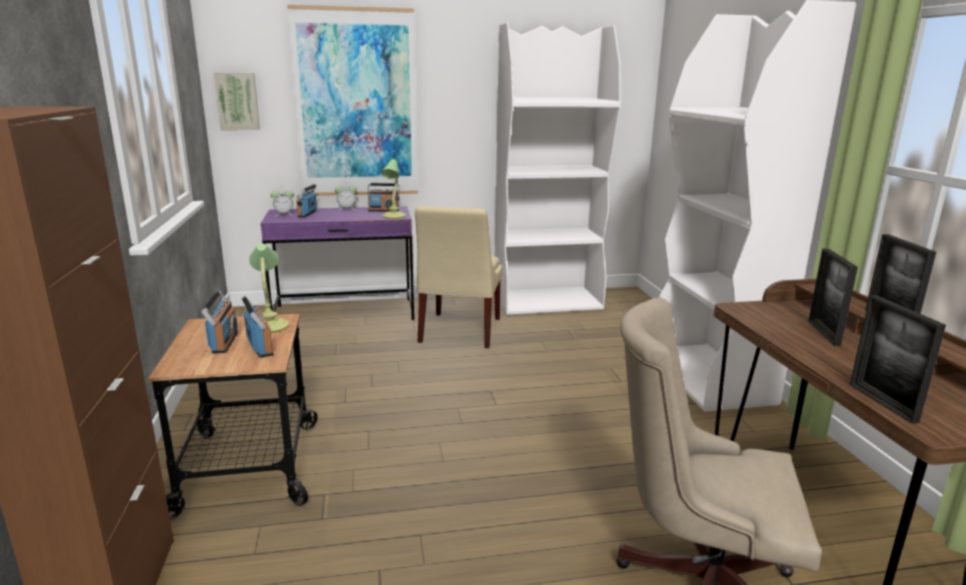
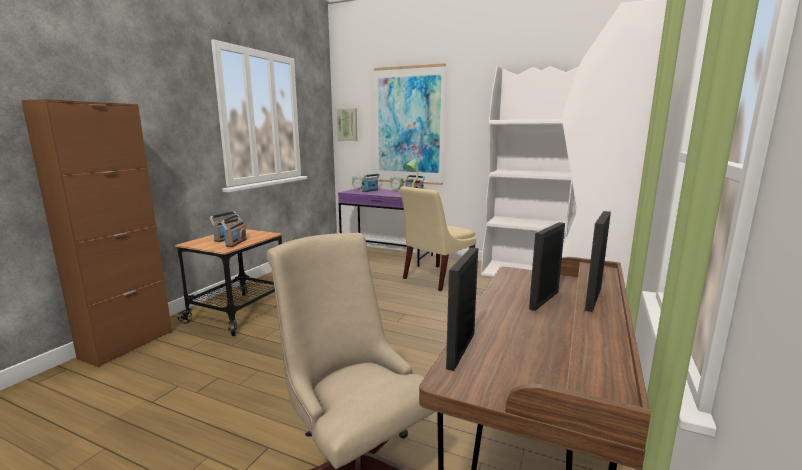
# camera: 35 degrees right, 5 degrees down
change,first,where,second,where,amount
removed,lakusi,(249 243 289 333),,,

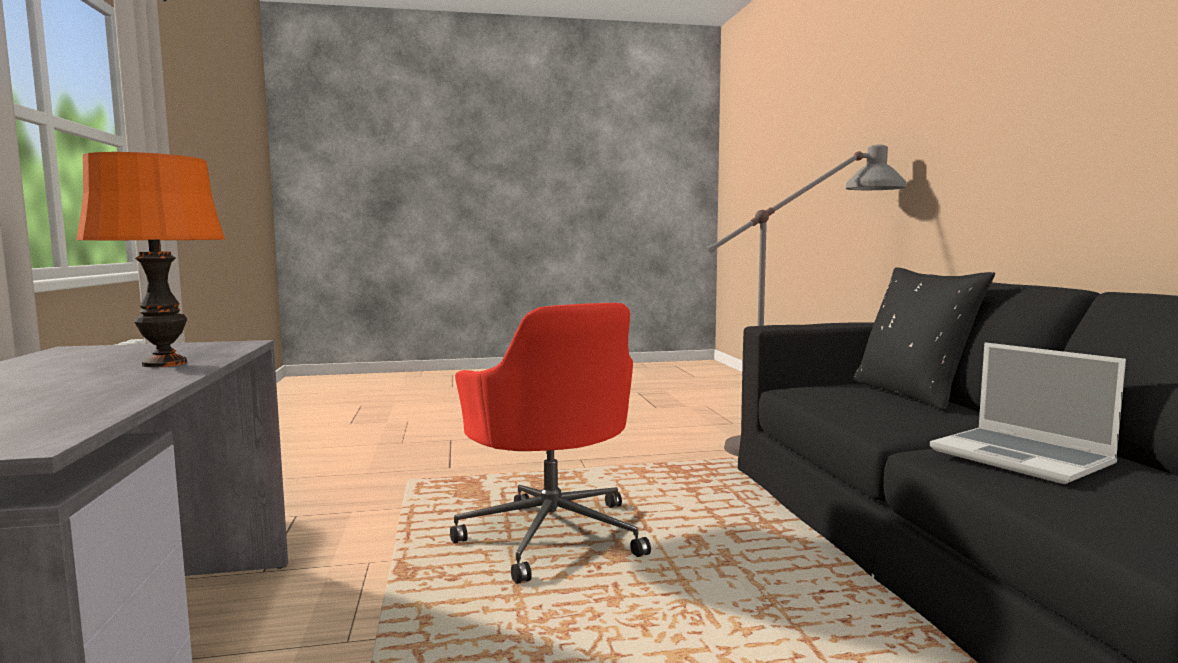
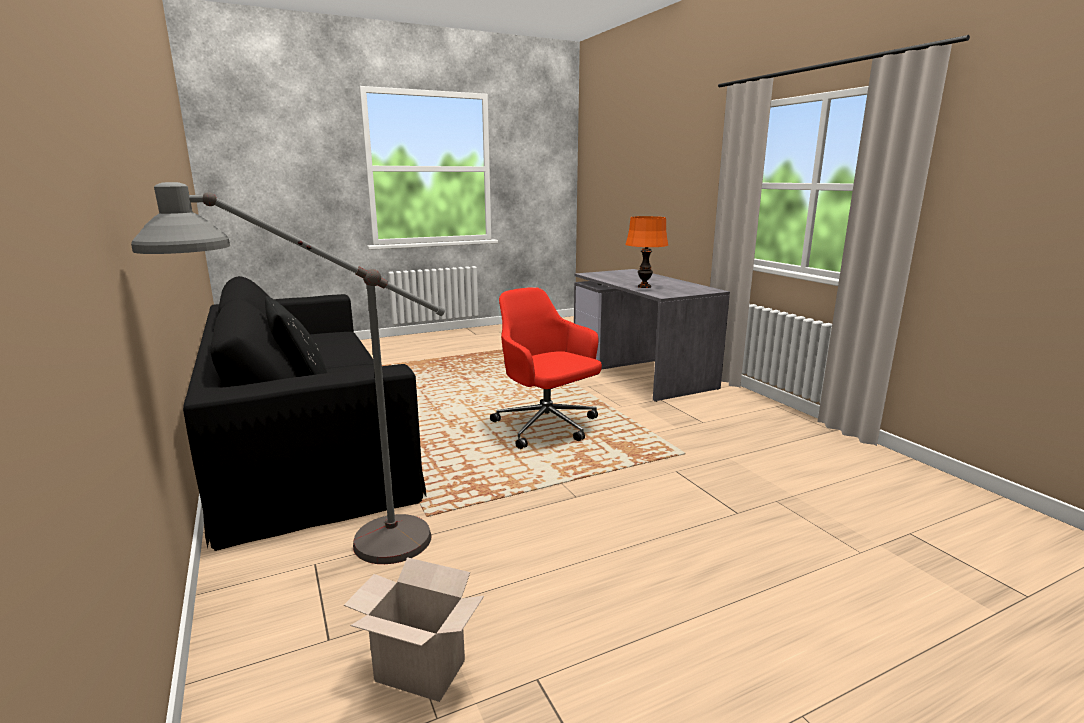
# camera: 165 degrees right, 10 degrees up
change,first,where,second,where,amount
removed,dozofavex,(930 342 1126 484),,,
added,,,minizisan,(344 557 484 702),

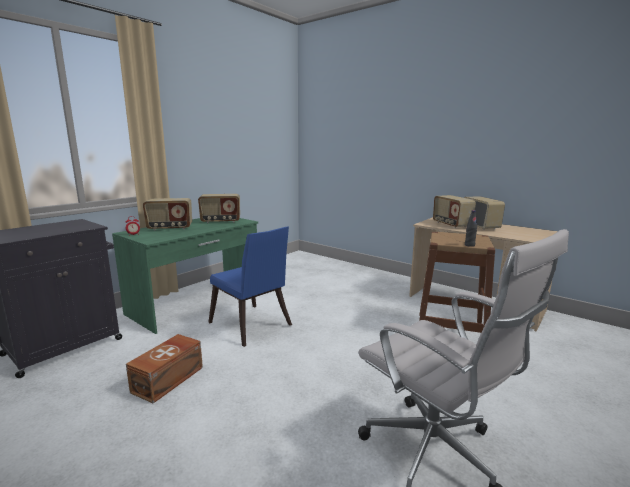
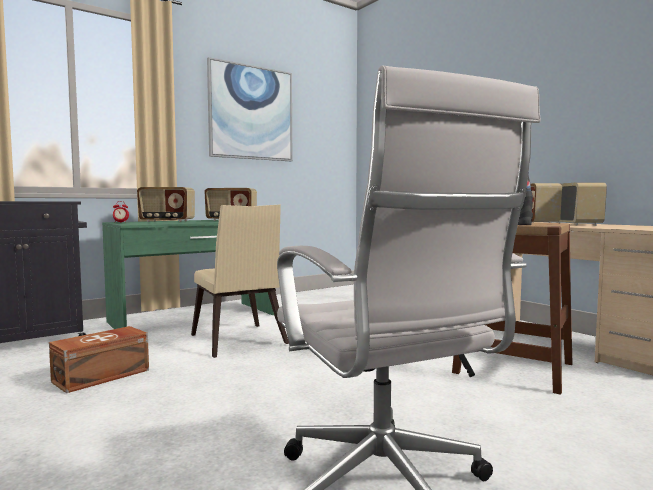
# camera: 15 degrees right, 10 degrees down
change,first,where,second,where,amount
recoloured,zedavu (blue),(208 227 292 347),zedavu (beige),(191 205 289 358),
added,,,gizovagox,(207 57 292 161),

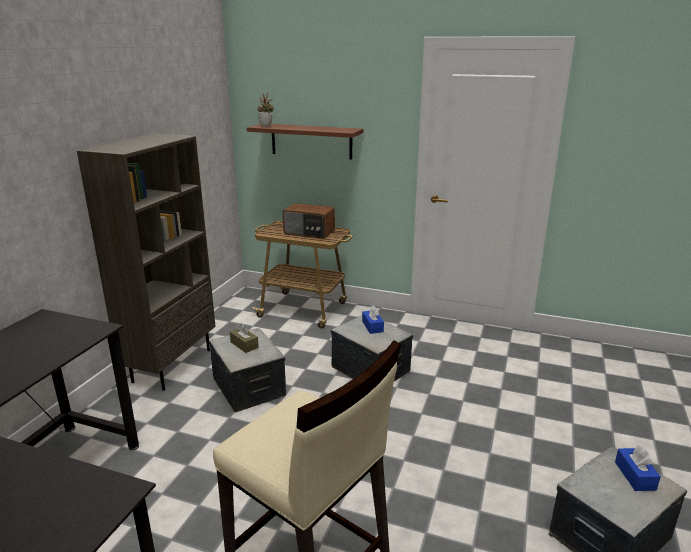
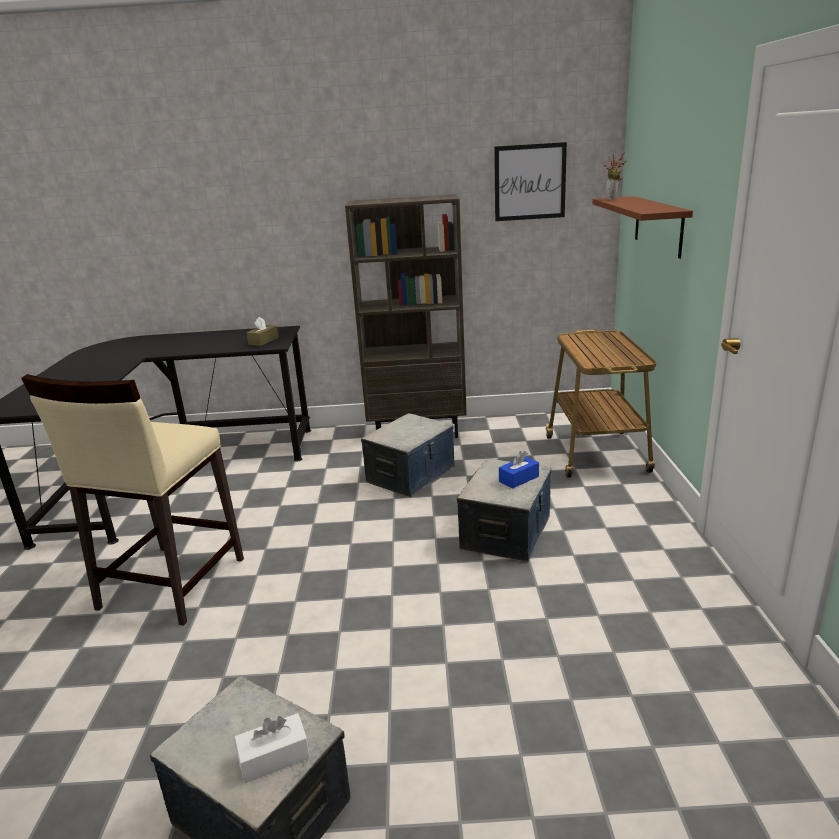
# camera: 70 degrees right, 0 degrees up
change,first,where,second,where,amount
removed,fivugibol,(283 203 335 239),,,
moved,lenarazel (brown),(230 324 259 353),,(246 317 279 346),
recoloured,lenarazel (blue),(615 445 661 491),lenarazel (white),(234 713 310 784),
added,,,gizovagox,(494 142 567 221),

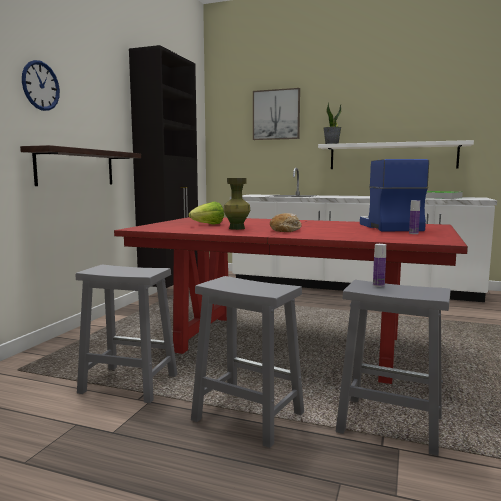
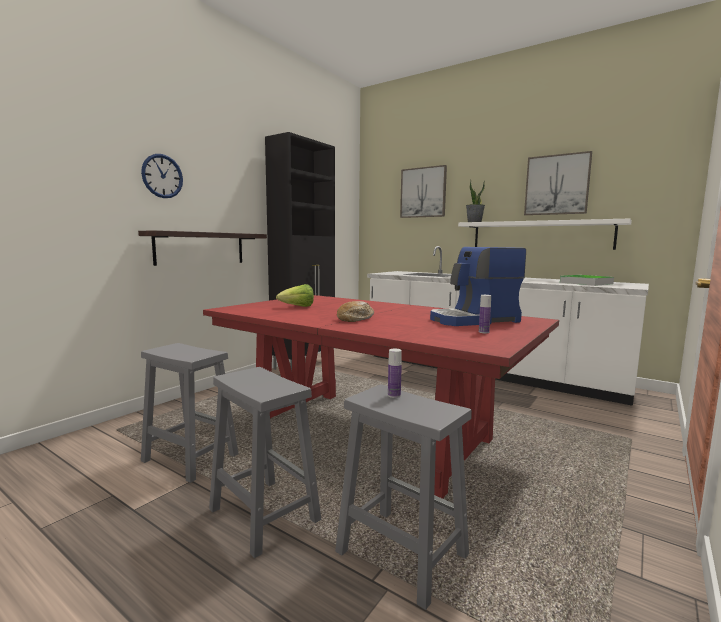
# camera: 15 degrees right, 0 degrees up
change,first,where,second,where,amount
turned,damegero,(360 159 429 231),,(430 247 526 326),120 degrees counterclockwise
removed,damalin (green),(223 178 250 230),,,
added,,,gizovagox,(524 151 592 215),

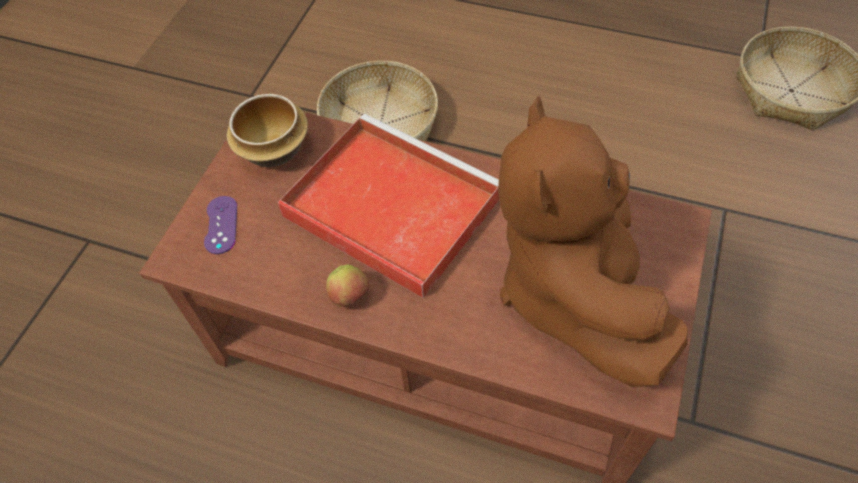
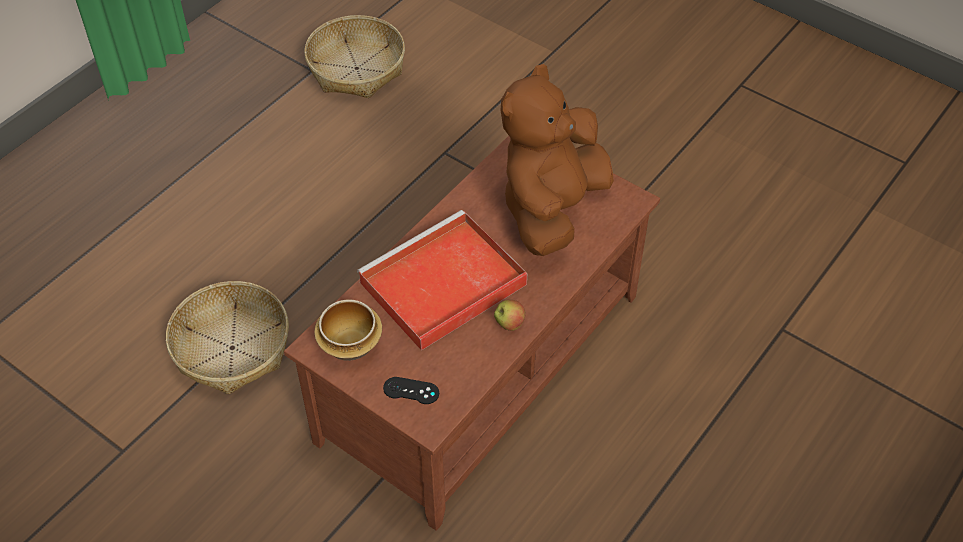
# camera: 75 degrees left, 5 degrees down
change,first,where,second,where,amount
turned,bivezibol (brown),(498 96 688 387),,(501 64 614 256),105 degrees clockwise
recoloured,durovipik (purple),(204 196 237 254),durovipik (black),(383 377 439 404),

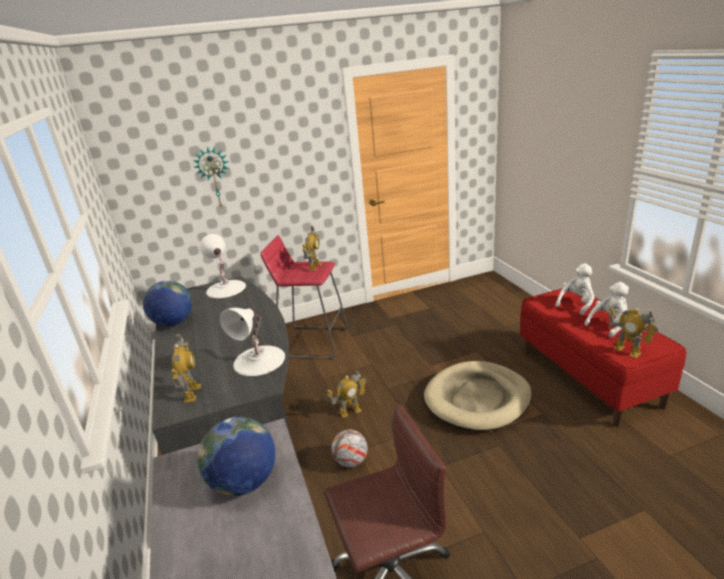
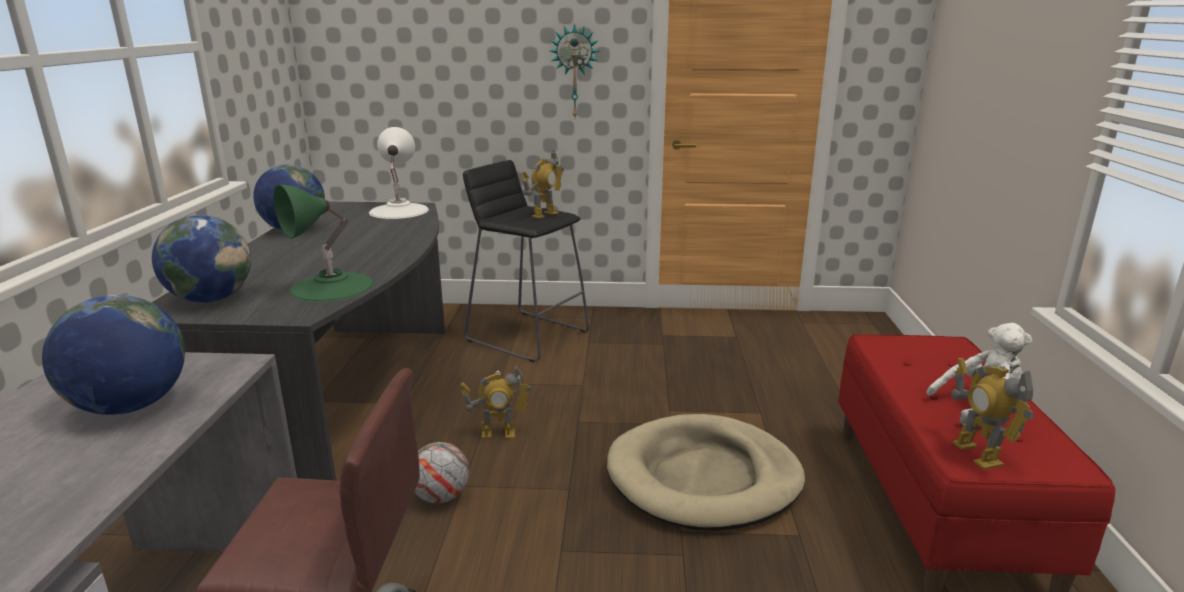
# camera: 20 degrees right, 5 degrees down
change,first,where,second,where,amount
moved,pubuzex,(193 146 229 209),,(550 23 600 117),
recoloured,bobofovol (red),(260 235 348 359),bobofovol (black),(463 160 589 362),
removed,bivezibol (white),(556 263 594 315),,,
recoloured,lakusi (white),(220 308 285 376),lakusi (green),(274 184 374 302),
replaced,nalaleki,(171 333 201 403),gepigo,(152 215 251 303),

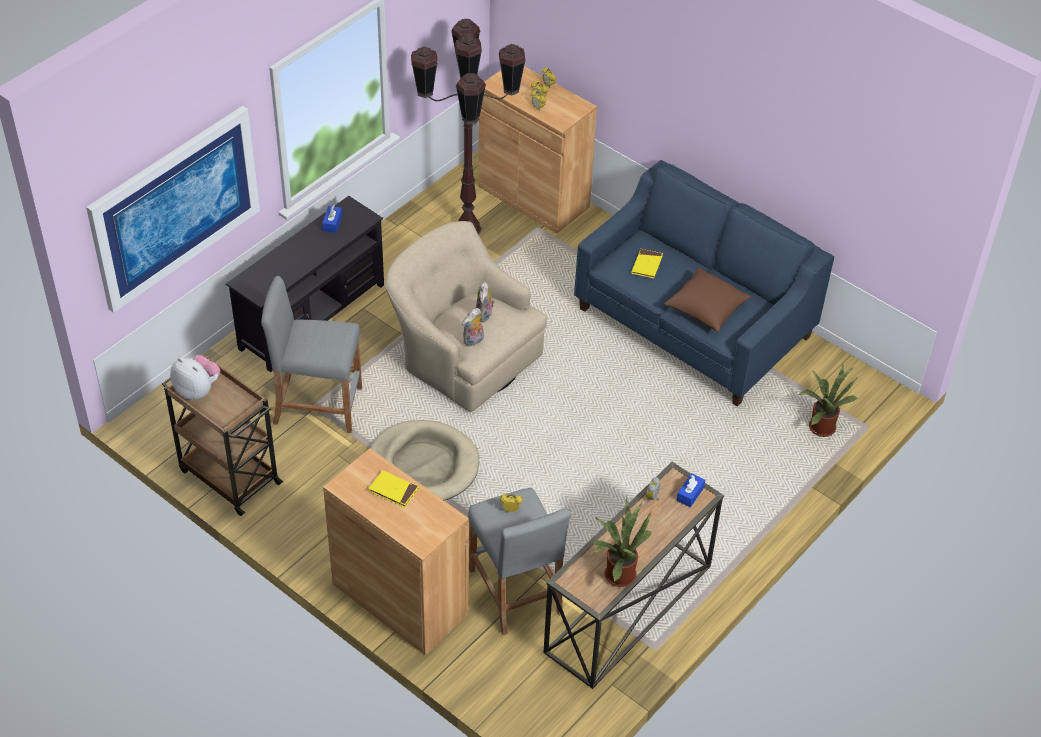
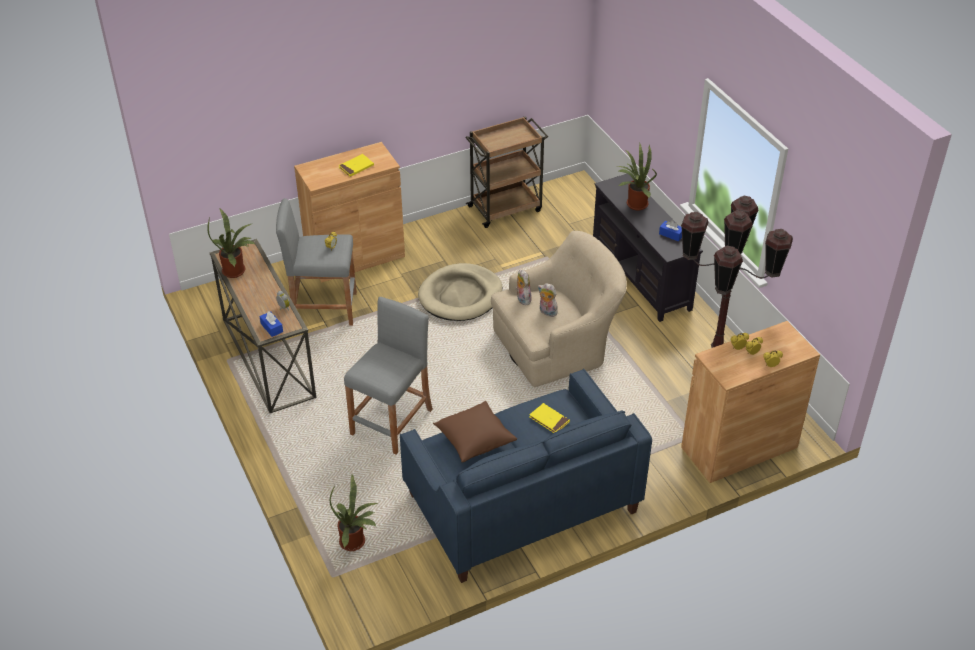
# camera: 115 degrees right, 5 degrees down
change,first,where,second,where,amount
removed,gizovagox,(86 106 260 313),,,
moved,bobofovol (grey),(261 276 362 433),,(344 297 433 454),
removed,bivezibol,(170 355 220 400),,,
added,,,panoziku,(618 143 657 210),

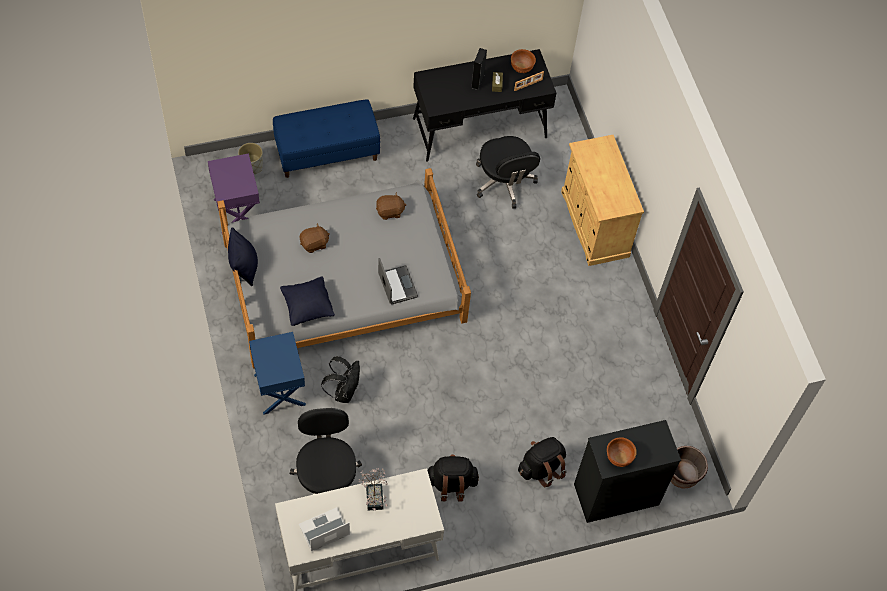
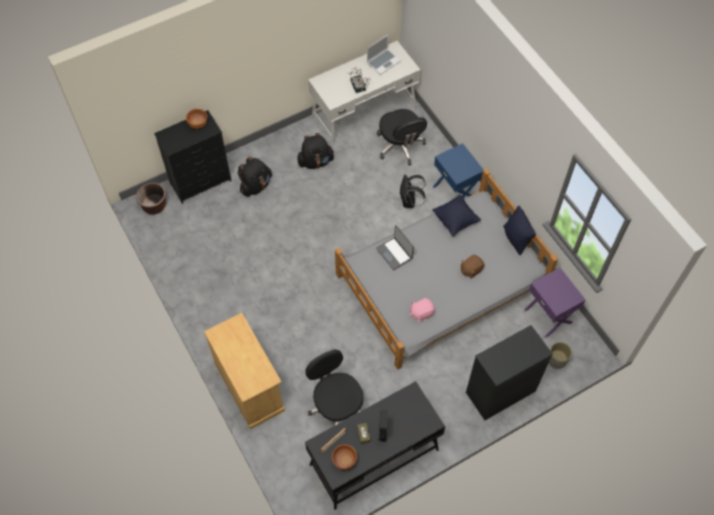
# camera: 170 degrees right, 0 degrees up
change,first,where,second,where,amount
replaced,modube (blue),(273 99 380 178),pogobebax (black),(466 325 553 420),
recoloured,bivezibol (brown),(376 192 406 220),bivezibol (pink),(410 298 435 322),

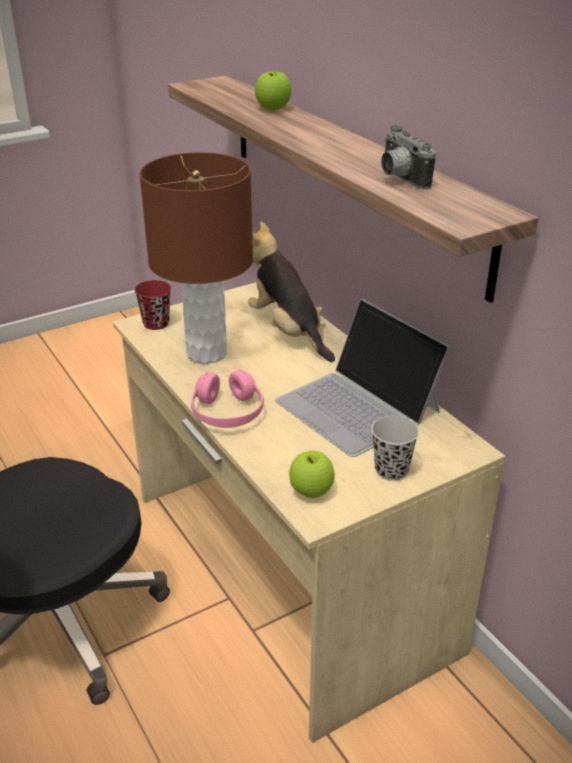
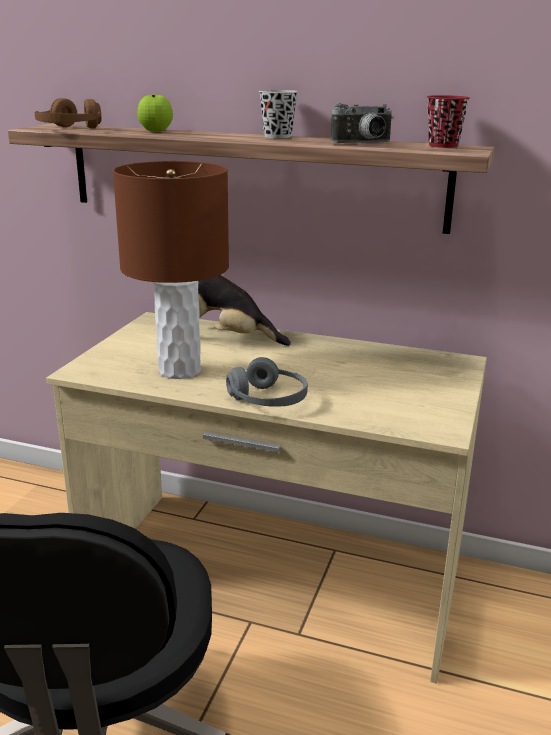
# camera: 40 degrees left, 10 degrees down
change,first,where,second,where,amount
turned,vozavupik,(381 125 436 189),,(331 103 393 143),45 degrees counterclockwise
moved,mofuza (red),(134 280 171 330),,(427 95 470 148),
removed,dozofavex,(275 299 450 457),,,
recoloured,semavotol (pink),(191 369 264 428),semavotol (grey),(226 357 308 407),
moved,mofuza (black),(371 416 419 481),,(259 90 298 138),
removed,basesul,(289 451 335 498),,,
added,,,semavotol (brown),(34 98 102 128),

